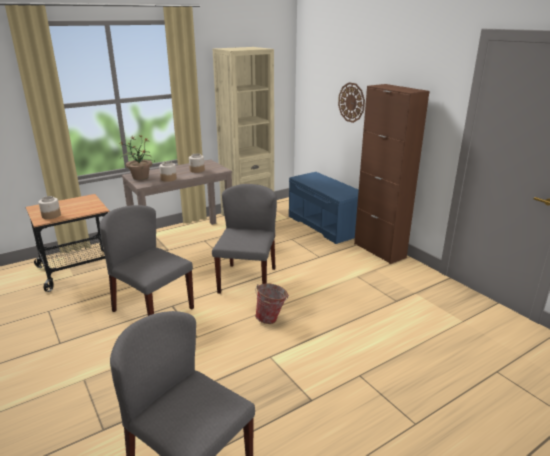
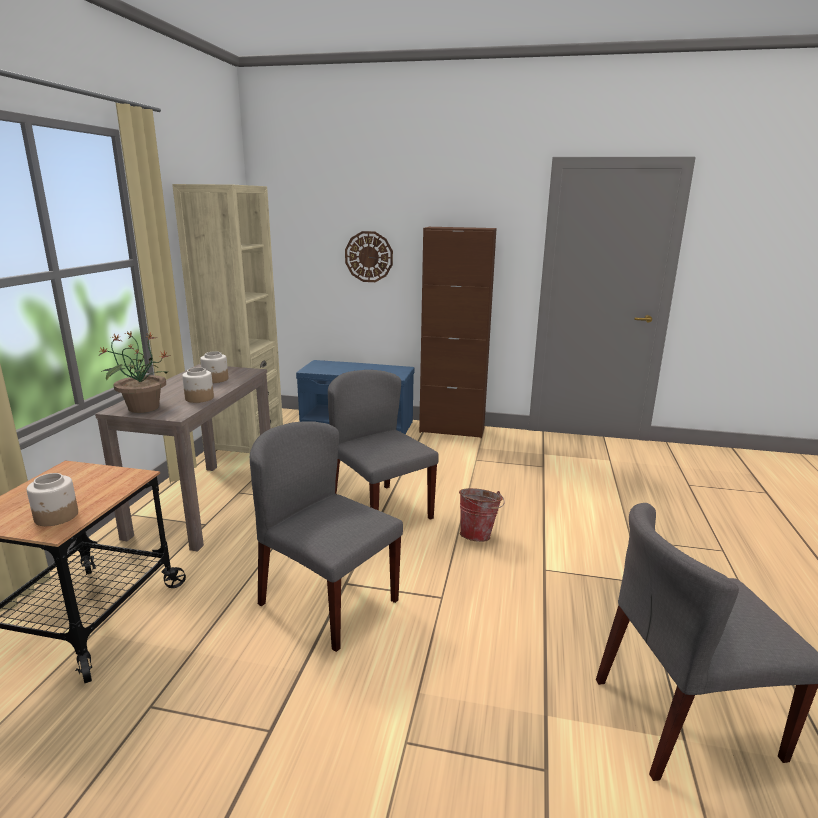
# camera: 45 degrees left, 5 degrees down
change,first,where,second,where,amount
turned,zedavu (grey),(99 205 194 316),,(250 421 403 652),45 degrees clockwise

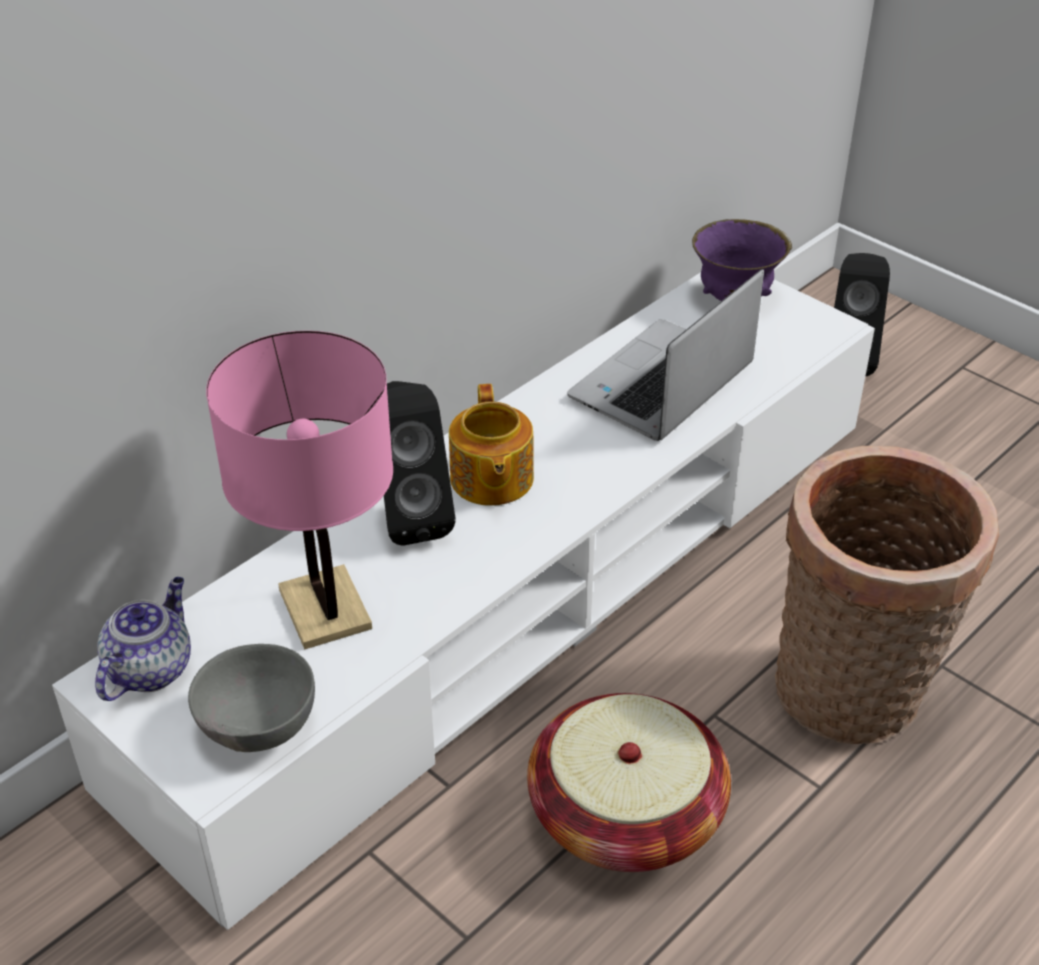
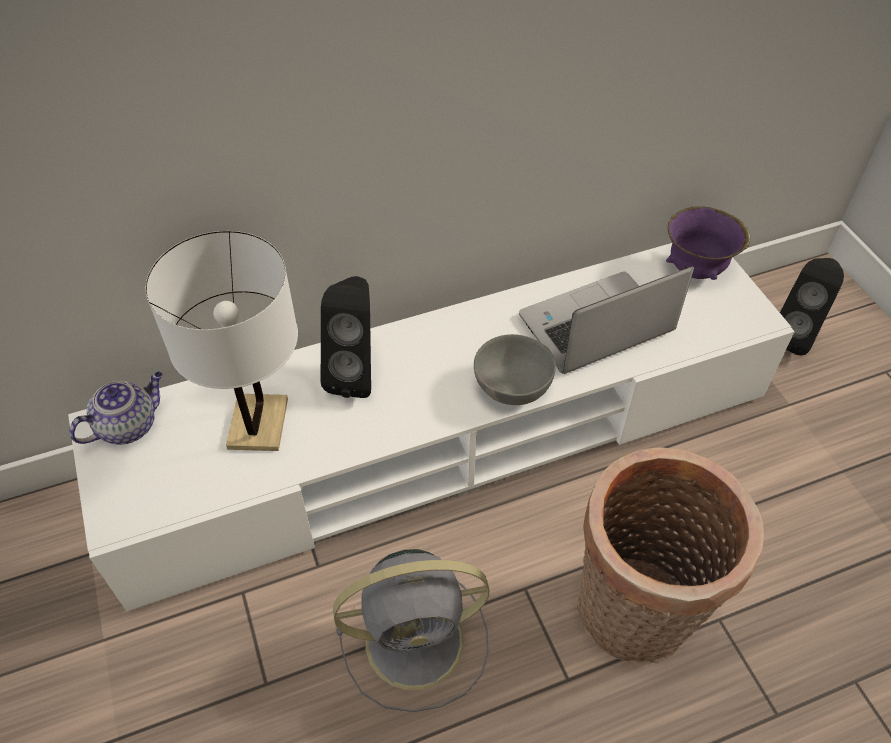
# camera: 25 degrees right, 10 degrees up
change,first,where,second,where,amount
recoloured,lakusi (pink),(206 331 393 650),lakusi (white),(145 231 298 451),
removed,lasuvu,(449 384 534 506),,,
moved,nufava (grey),(188 644 315 752),,(474 334 556 405),
replaced,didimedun,(527 693 731 872),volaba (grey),(333 549 489 712),

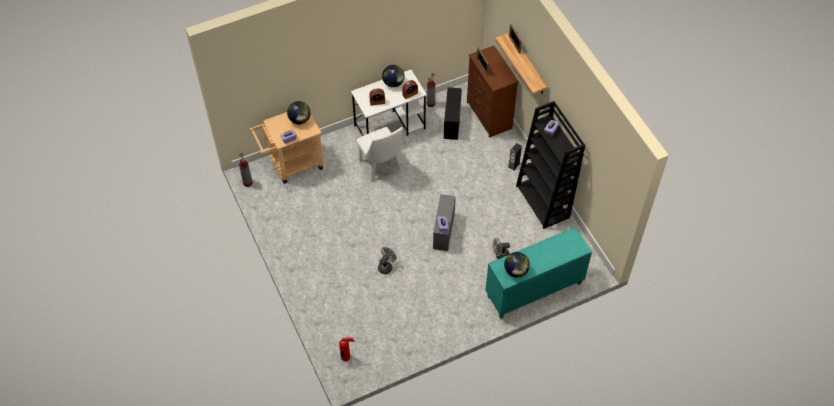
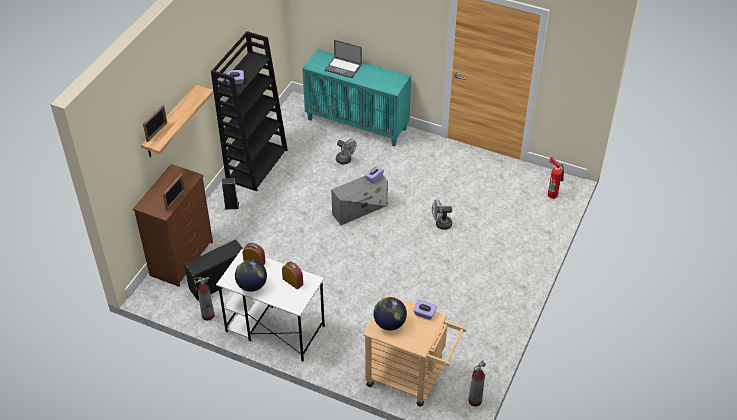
# camera: 130 degrees left, 10 degrees down
change,first,where,second,where,amount
removed,zedavu (white),(356 127 403 181),,,
removed,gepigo,(504 252 530 277),,,
added,,,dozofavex,(325 40 362 78),

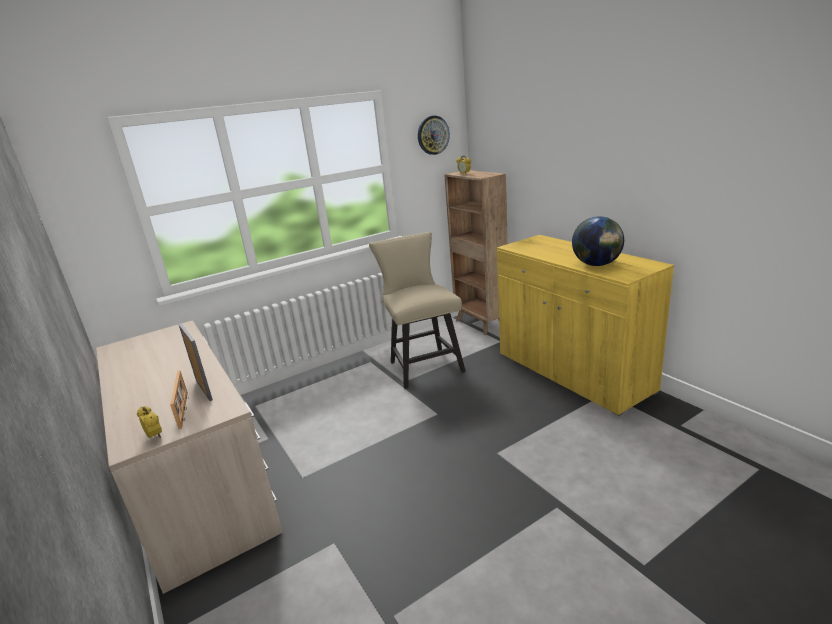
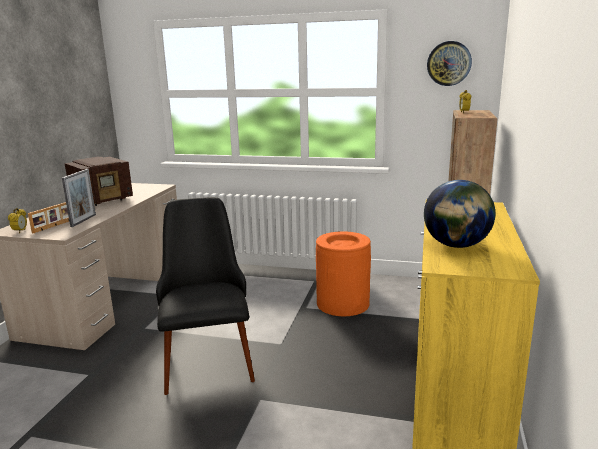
# camera: 45 degrees right, 5 degrees down
change,first,where,second,where,amount
replaced,zedavu (beige),(369 232 466 389),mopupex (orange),(316 231 371 316),
added,,,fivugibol,(65 157 133 206),
added,,,zedavu (black),(156 197 255 395),

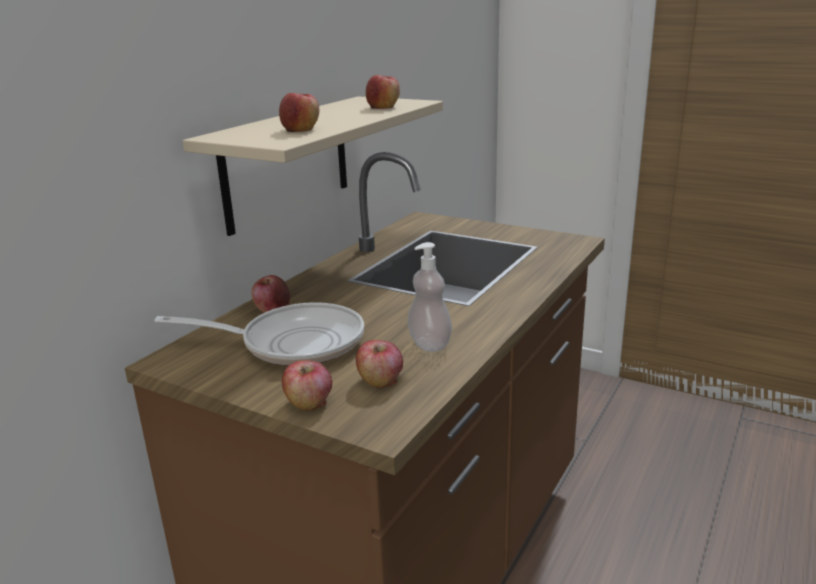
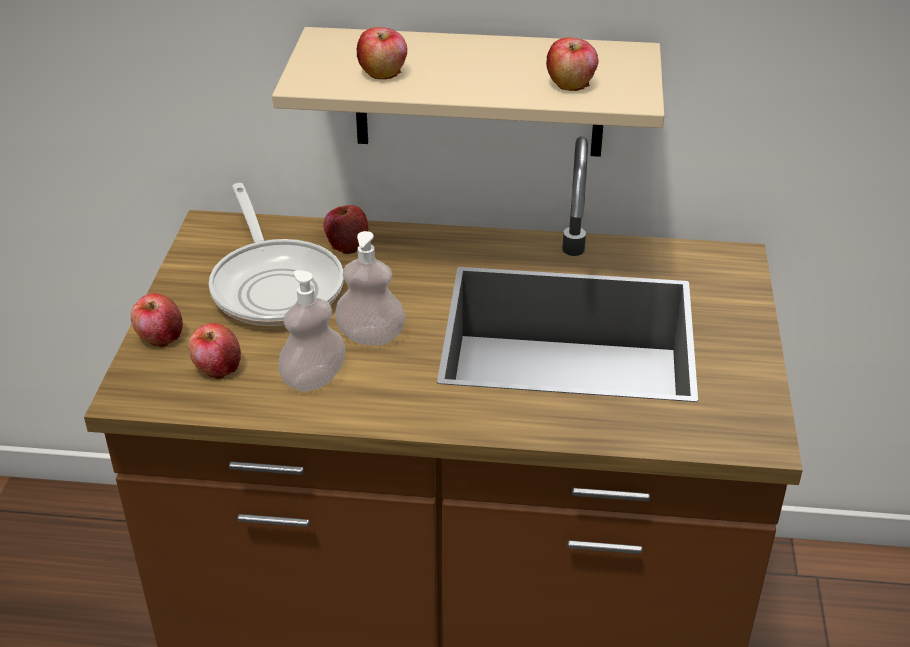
# camera: 65 degrees right, 15 degrees up
change,first,where,second,where,amount
added,,,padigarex,(335 231 405 345),

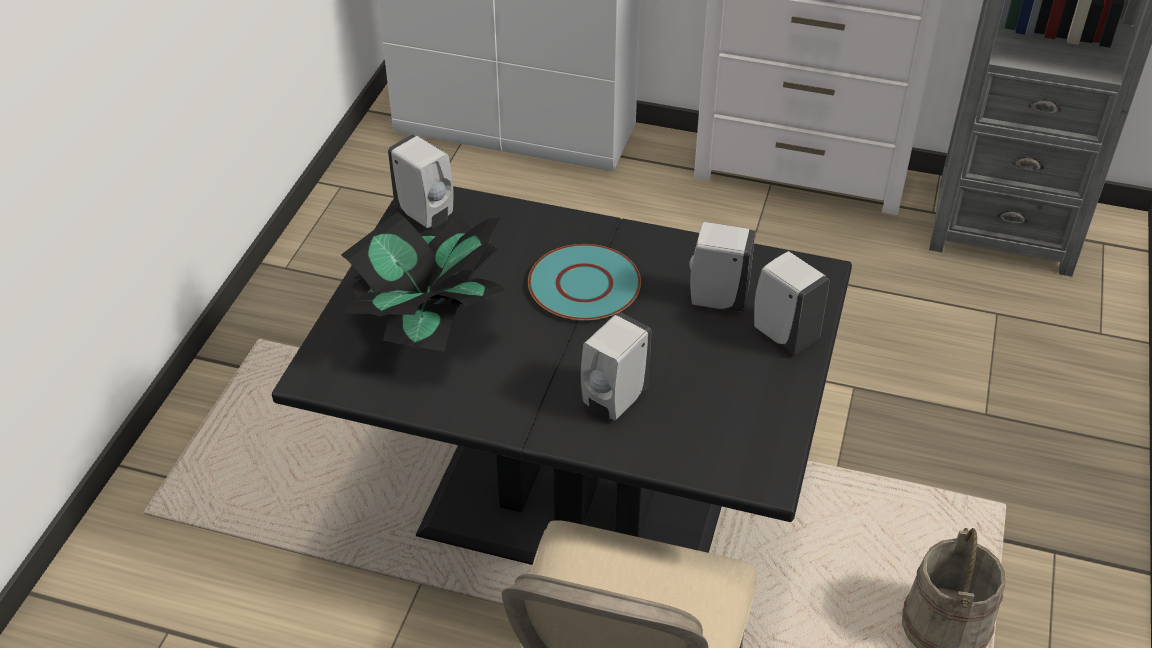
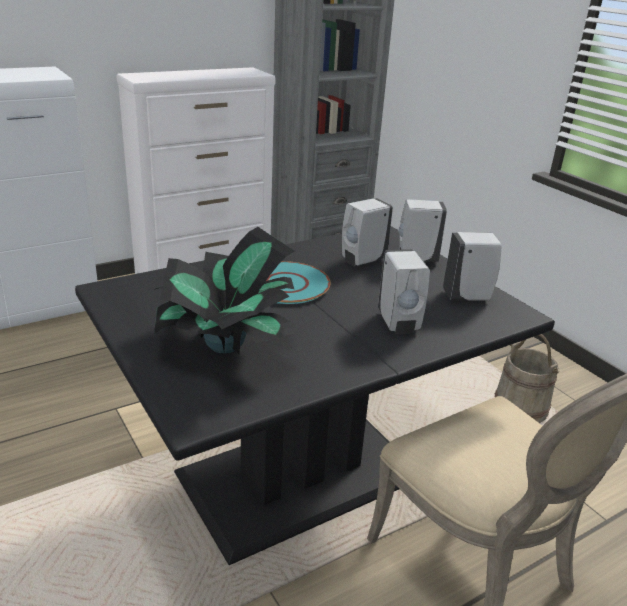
# camera: 50 degrees left, 15 degrees down
change,first,where,second,where,amount
moved,padigarex (white),(388 134 453 228),,(443 232 501 301),

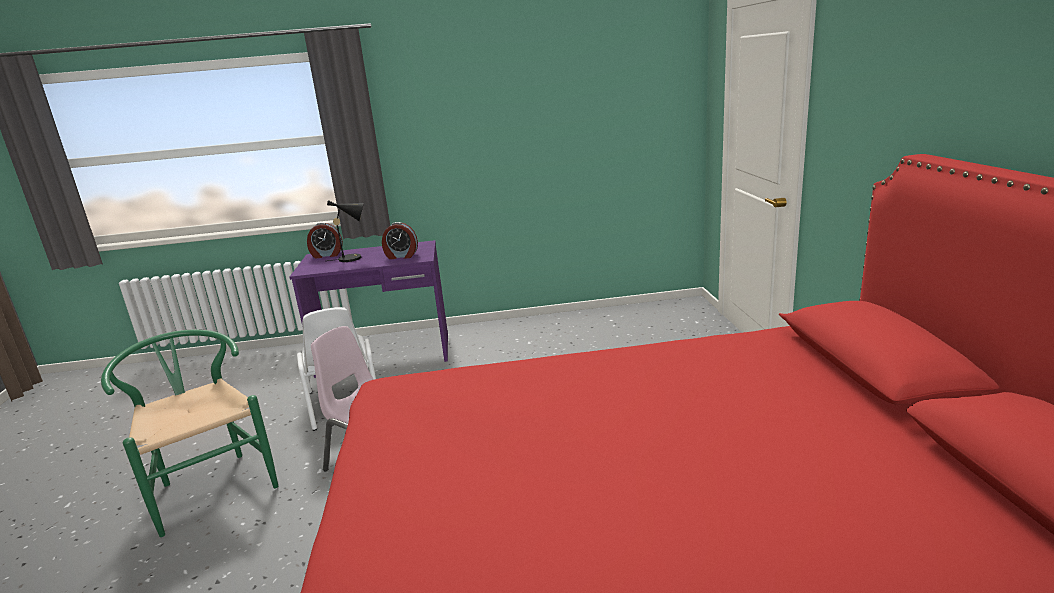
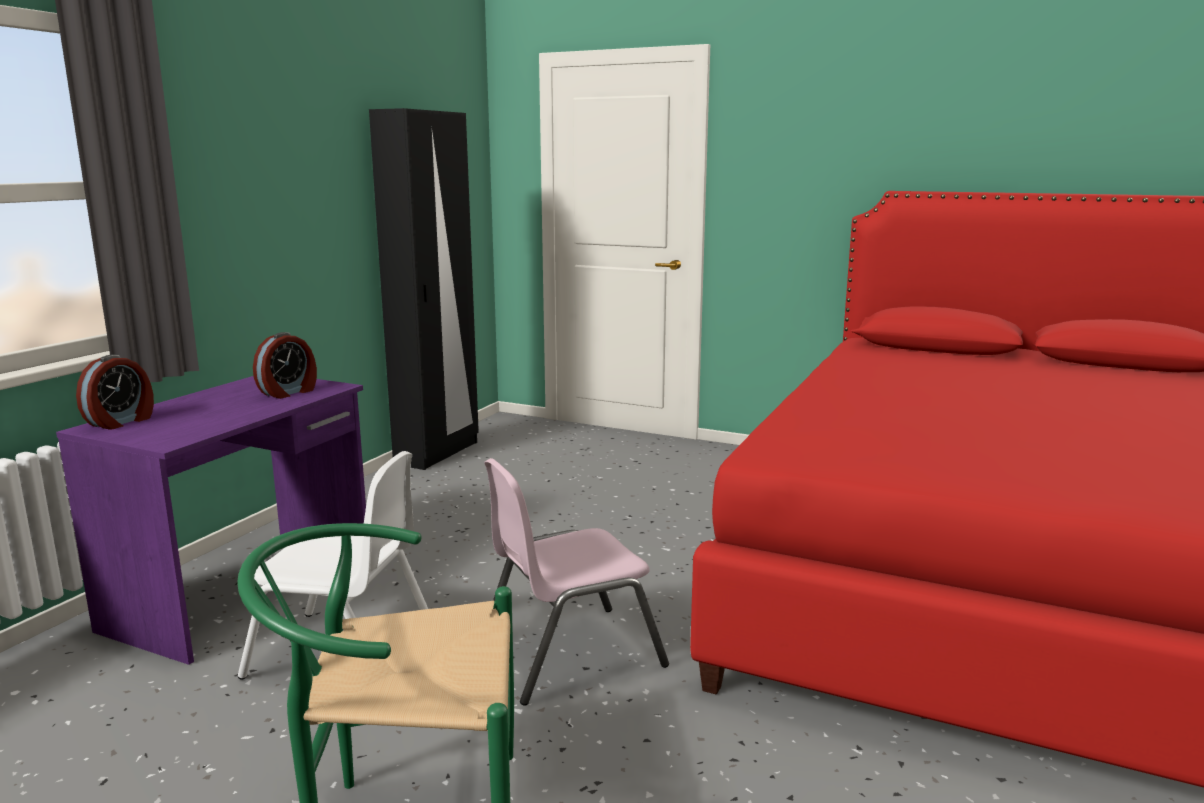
# camera: 60 degrees left, 5 degrees down
change,first,where,second,where,amount
removed,lakusi (black),(327 200 364 262),,,
added,,,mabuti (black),(369 108 479 470),

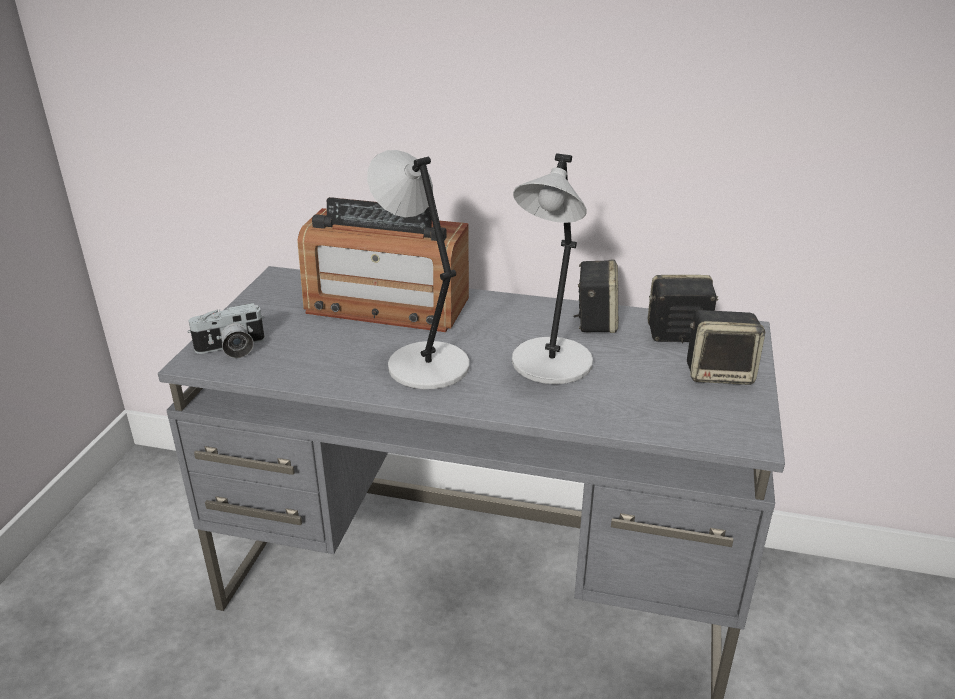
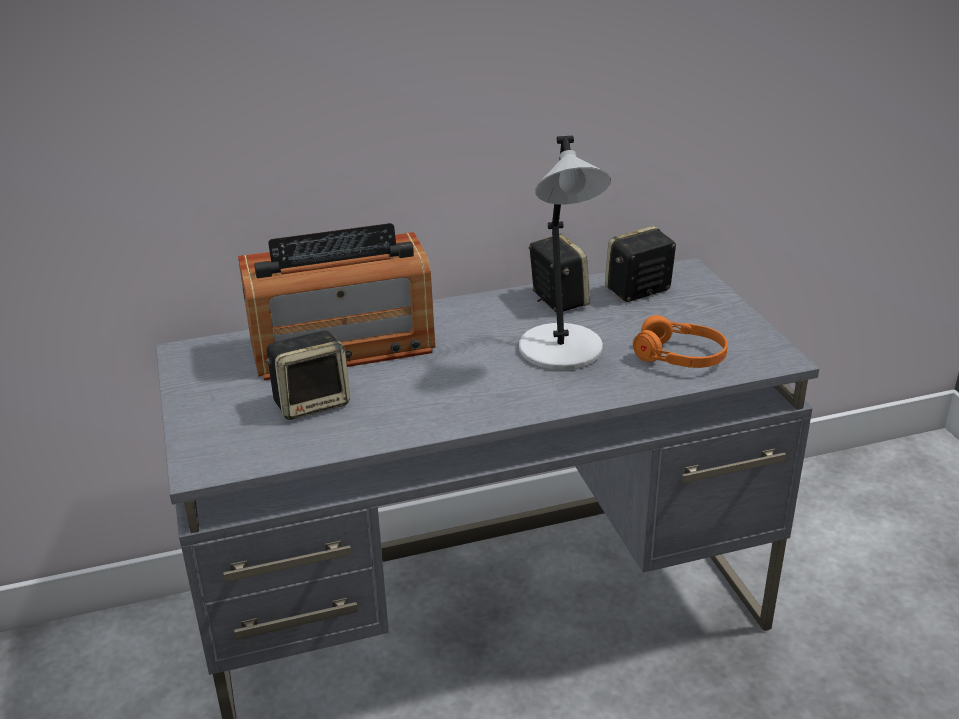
# camera: 30 degrees left, 0 degrees up
change,first,where,second,where,amount
removed,lakusi (grey),(367 150 470 389),,,
removed,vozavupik,(188 303 265 358),,,
moved,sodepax,(687 310 765 385),,(266 331 350 420),
added,,,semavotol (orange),(633 315 728 368),

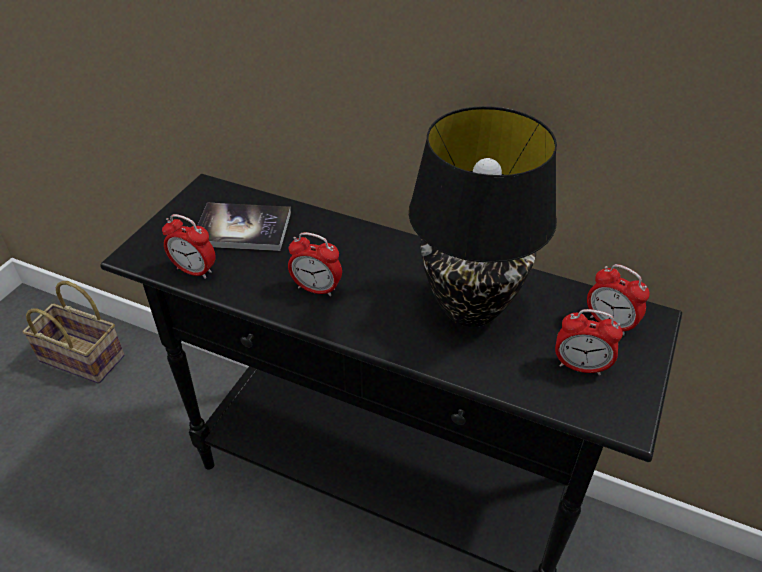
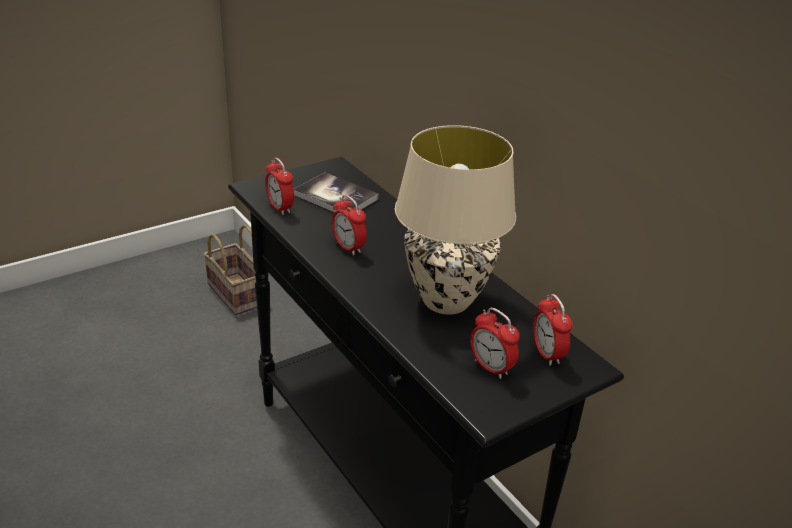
# camera: 30 degrees right, 10 degrees down
change,first,where,second,where,amount
recoloured,lakusi (black),(409 106 557 327),lakusi (beige),(395 125 516 315),

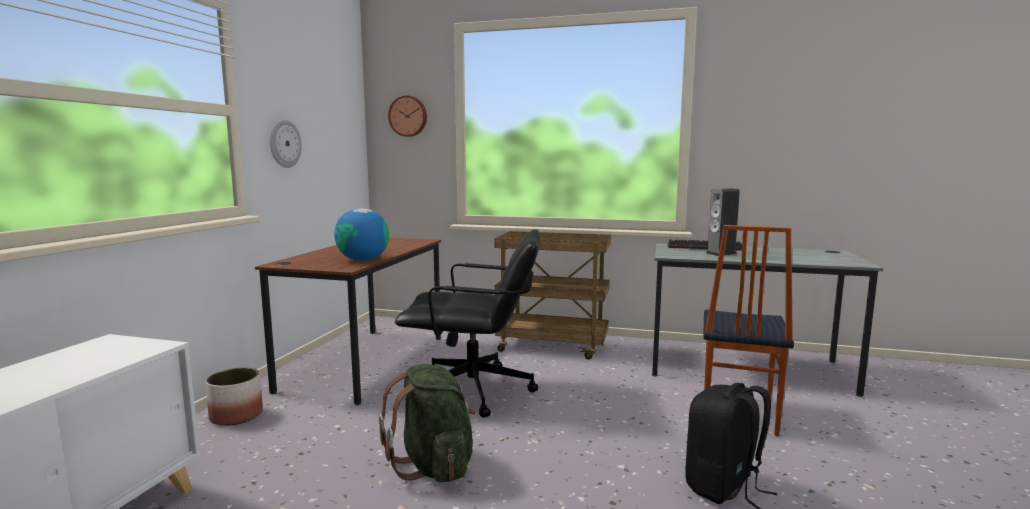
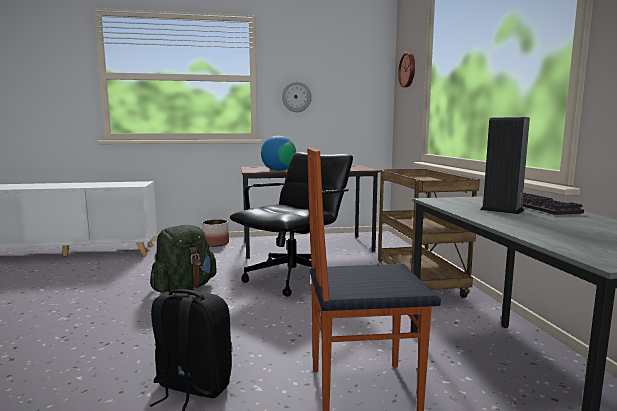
# camera: 65 degrees right, 0 degrees up
change,first,where,second,where,amount
turned,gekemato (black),(395 229 540 418),,(230 152 353 297),120 degrees counterclockwise

